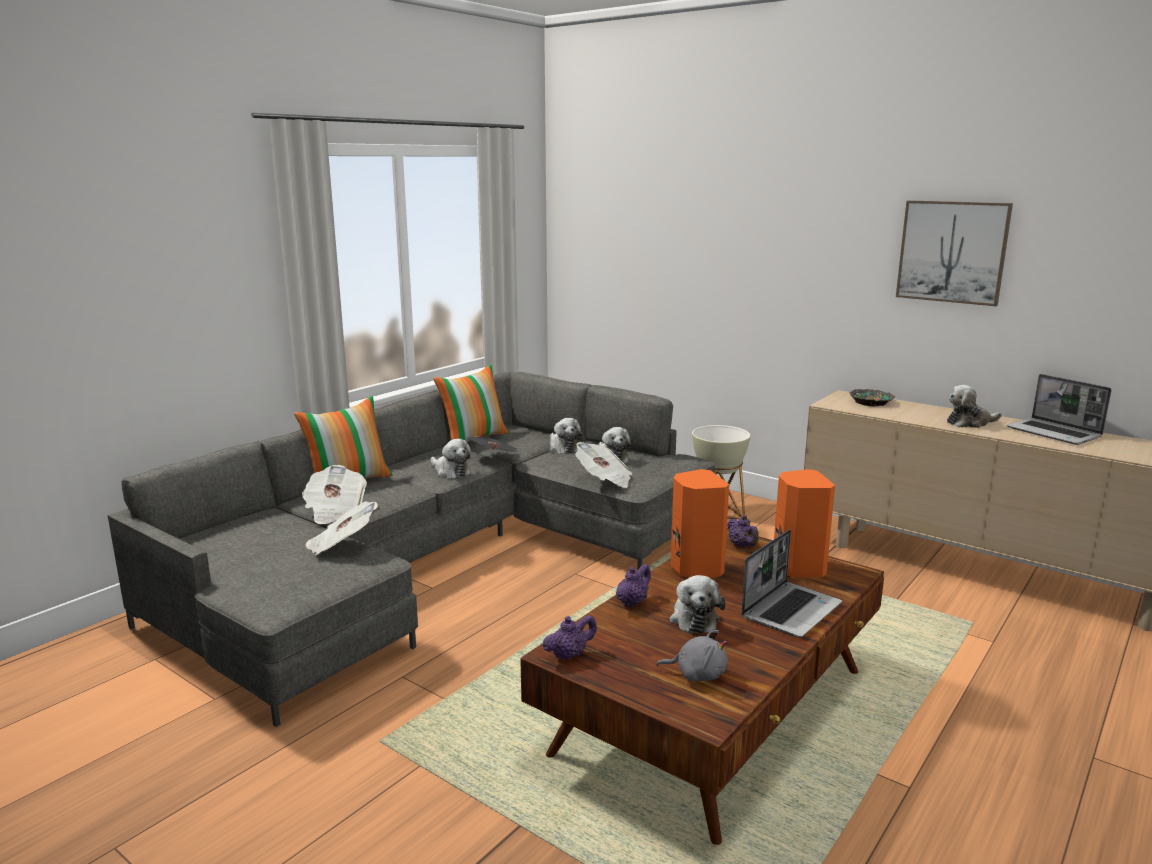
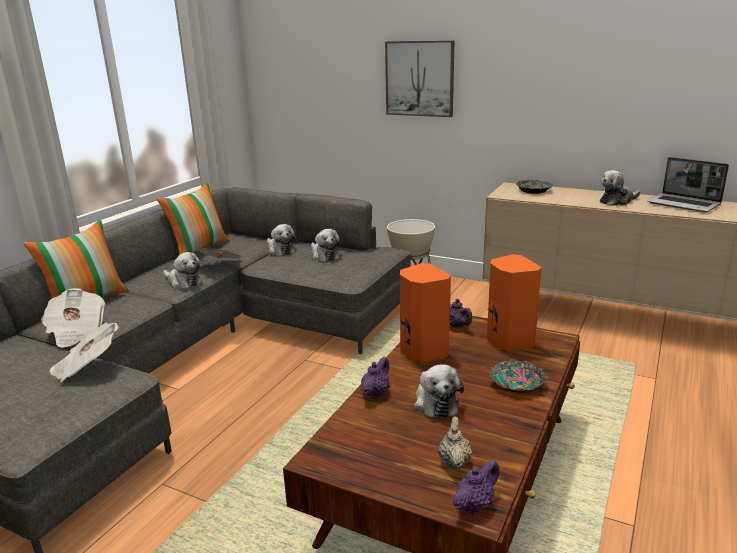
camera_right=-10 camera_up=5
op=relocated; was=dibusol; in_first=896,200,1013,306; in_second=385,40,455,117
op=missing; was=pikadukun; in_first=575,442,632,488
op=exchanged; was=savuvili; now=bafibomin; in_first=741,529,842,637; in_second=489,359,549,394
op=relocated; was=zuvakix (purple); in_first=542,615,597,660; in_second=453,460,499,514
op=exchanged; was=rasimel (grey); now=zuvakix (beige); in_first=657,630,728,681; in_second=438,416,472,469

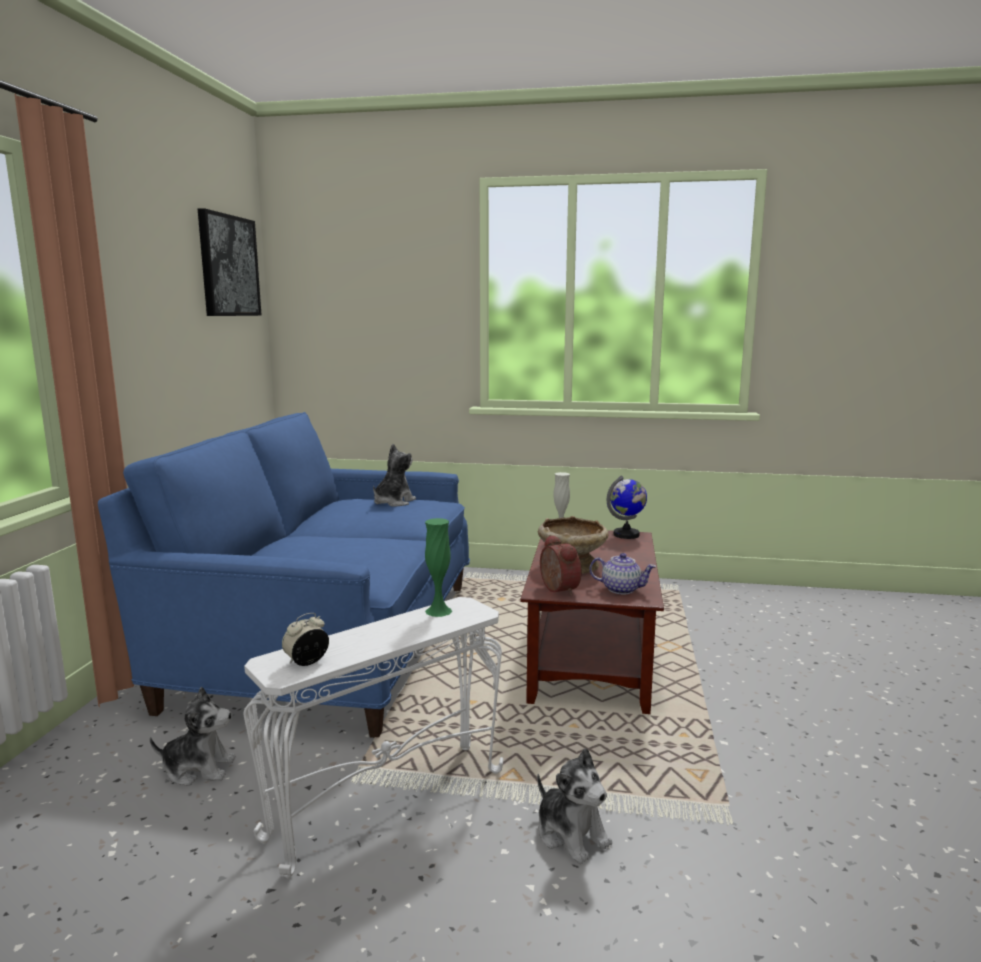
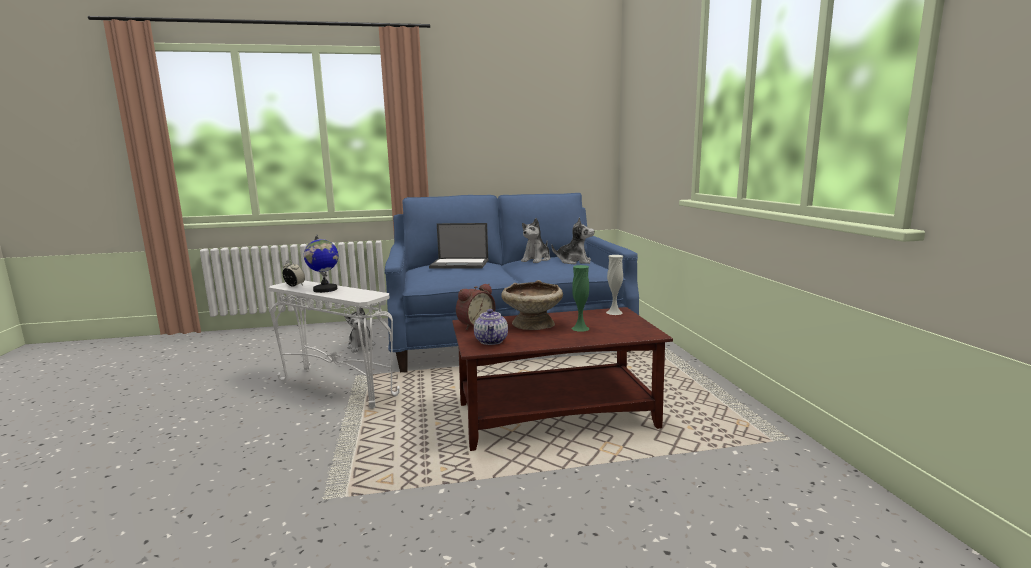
camera_right=70 camera_up=0
op=missing; was=dibusol; in_first=198,208,262,316
op=relocated; was=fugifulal; in_first=607,475,647,539; in_second=304,234,338,293
op=relocated; was=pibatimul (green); in_first=425,518,452,617; in_second=572,265,590,332
op=relocated; was=rasimel; in_first=537,748,612,864; in_second=521,218,550,263
op=appeared; now=savuvili; in_second=429,223,488,269

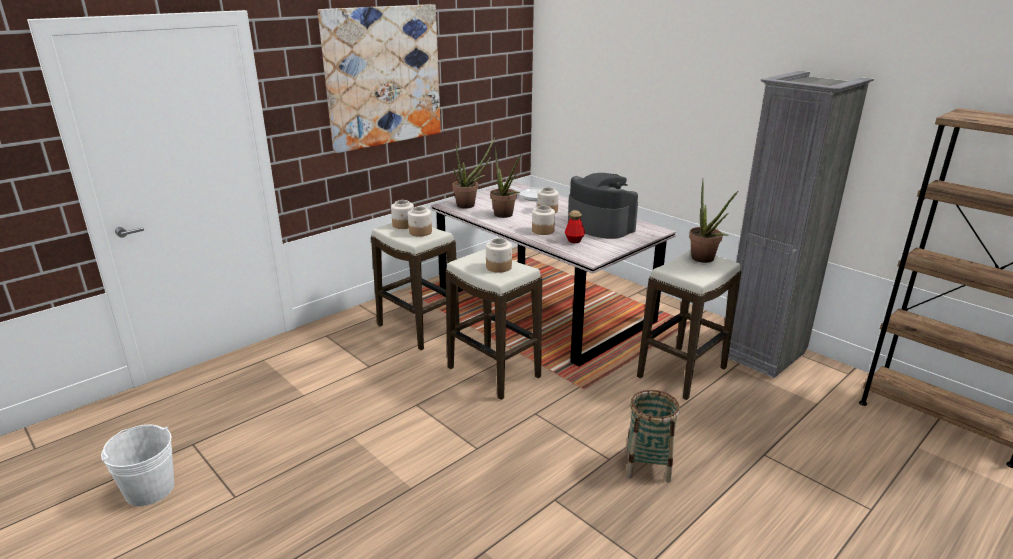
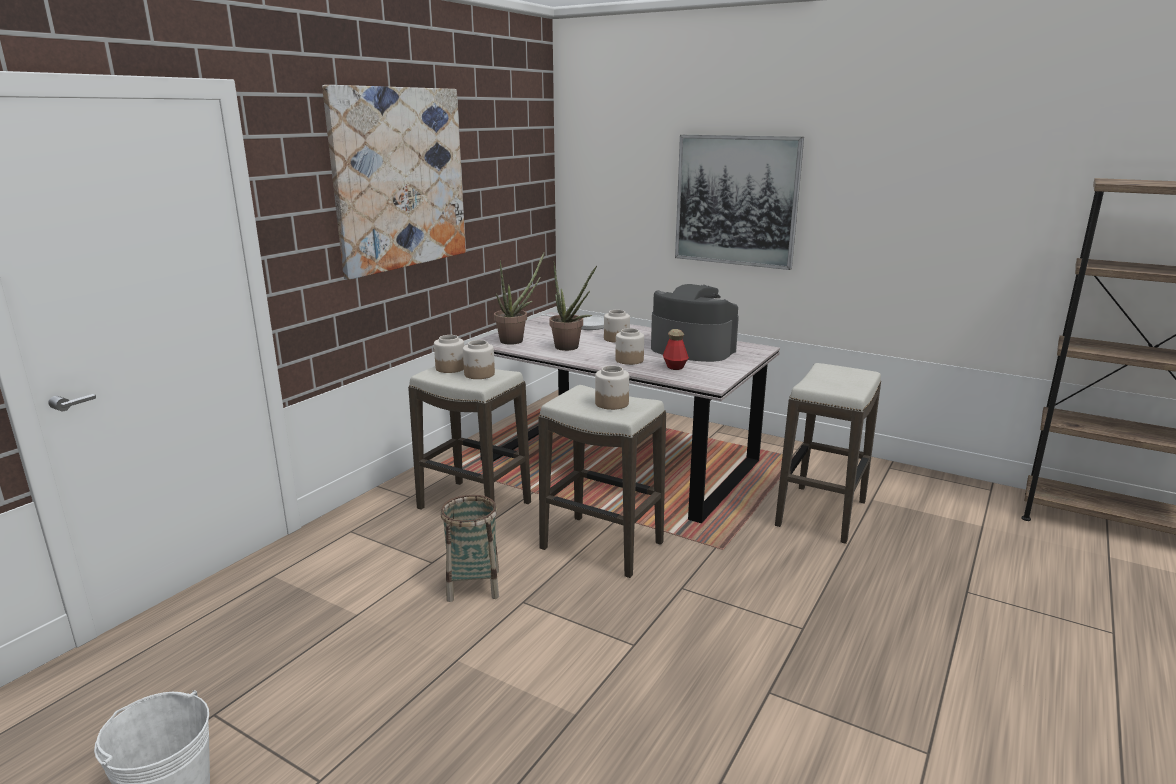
camera_right=-15 camera_up=-5
op=missing; was=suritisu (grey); in_first=721,71,874,378
op=missing; was=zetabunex; in_first=689,181,738,263
op=relocated; was=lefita; in_first=626,390,680,483; in_second=440,495,499,602
op=appeared; now=dibusol; in_second=675,135,804,270

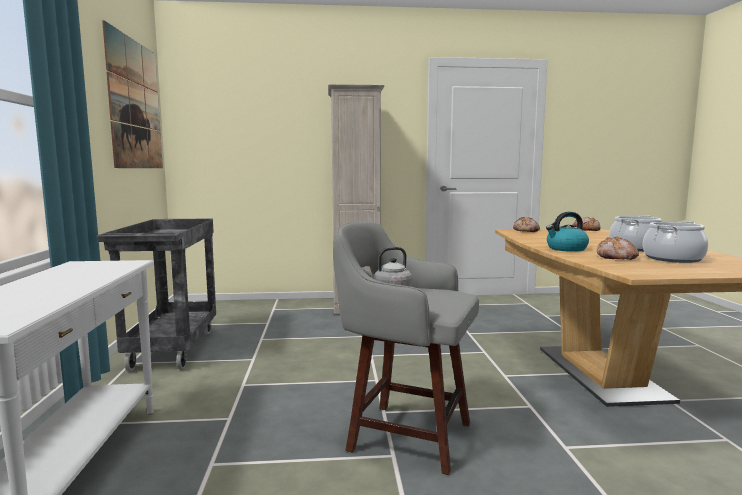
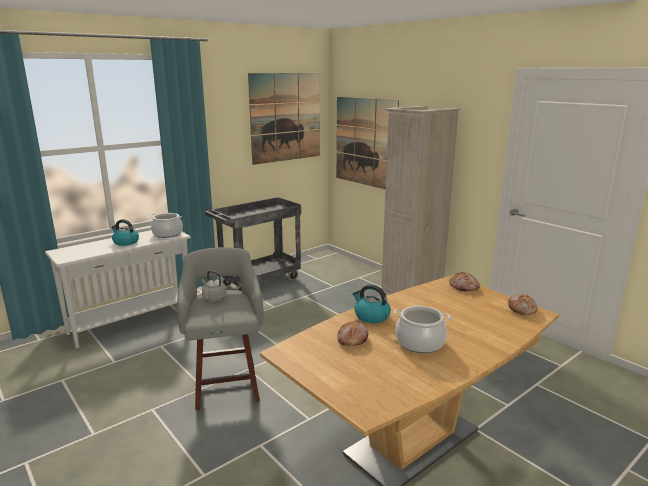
camera_right=55 camera_up=10
op=relocated; was=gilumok; in_first=643,221,708,263; in_second=150,213,183,238
op=appeared; now=dibusol; in_second=336,97,399,189
op=appeared; now=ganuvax; in_second=111,219,139,246

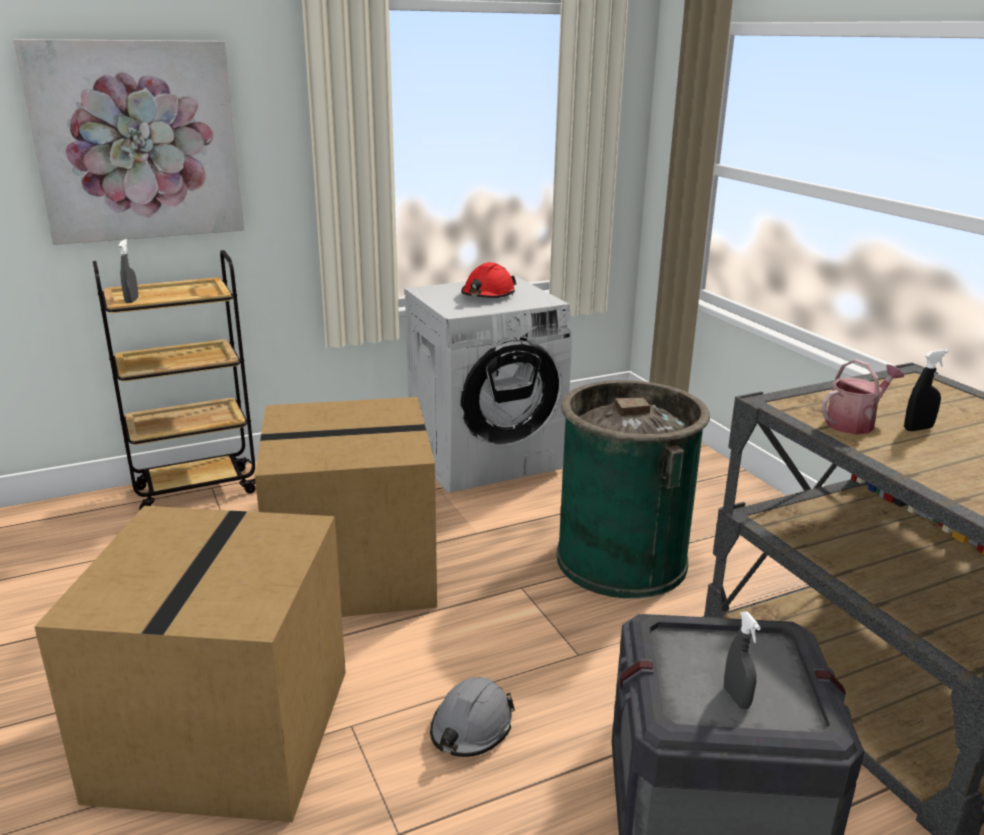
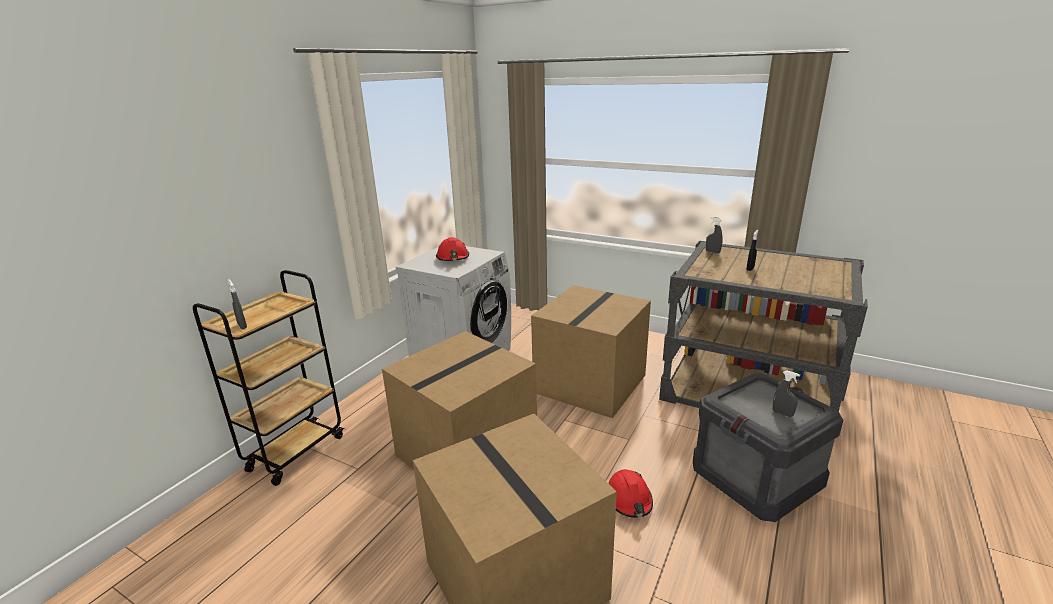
camera_right=-35 camera_up=0
op=missing; was=dibusol; in_first=13,39,244,245
op=missing; was=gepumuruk; in_first=821,359,904,435
op=exchanged; was=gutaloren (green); now=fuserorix; in_first=556,380,710,599; in_second=531,285,651,418
op=colour; was=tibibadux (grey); now=tibibadux (red); in_first=430,677,515,757; in_second=608,469,653,518
op=appeared; now=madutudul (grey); in_second=706,217,723,254

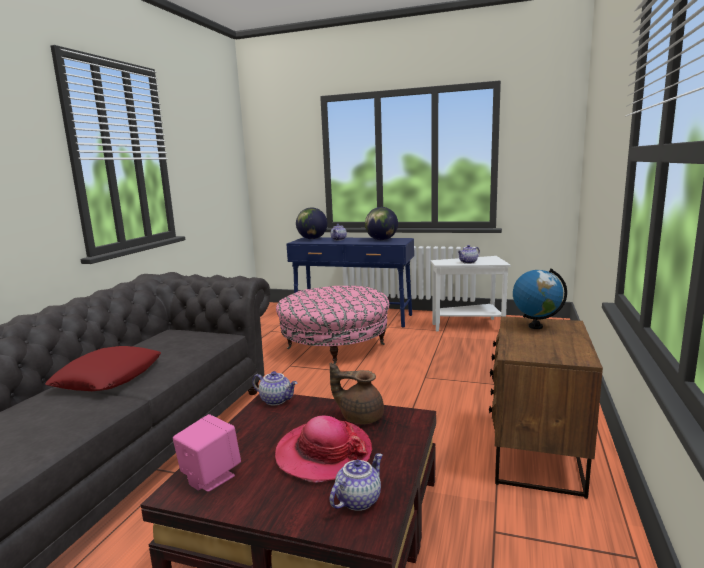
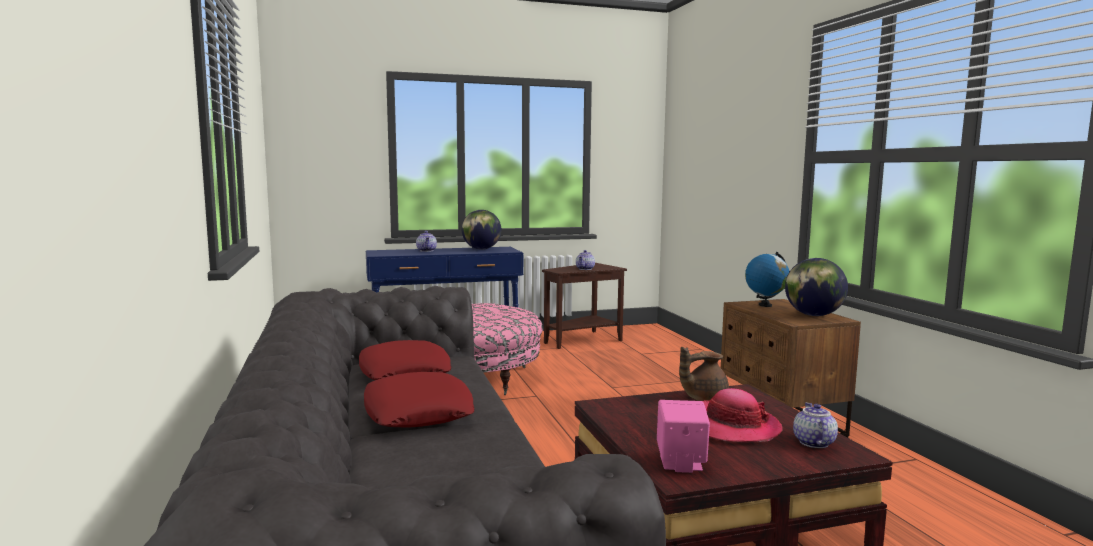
camera_right=-35 camera_up=-5
op=relocated; was=fugifulal; in_first=296,207,328,239; in_second=785,258,848,316
op=colour; was=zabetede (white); now=zabetede (brown); in_first=431,256,511,332; in_second=542,263,627,349
op=missing; was=zuvakix; in_first=252,371,297,405
op=appeared; now=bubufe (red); in_second=359,340,451,380

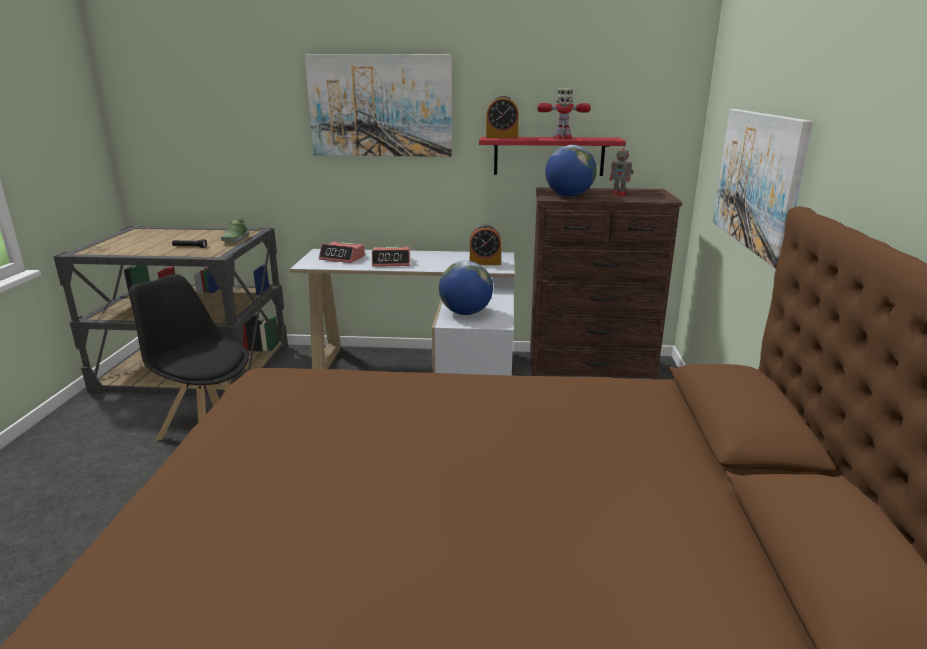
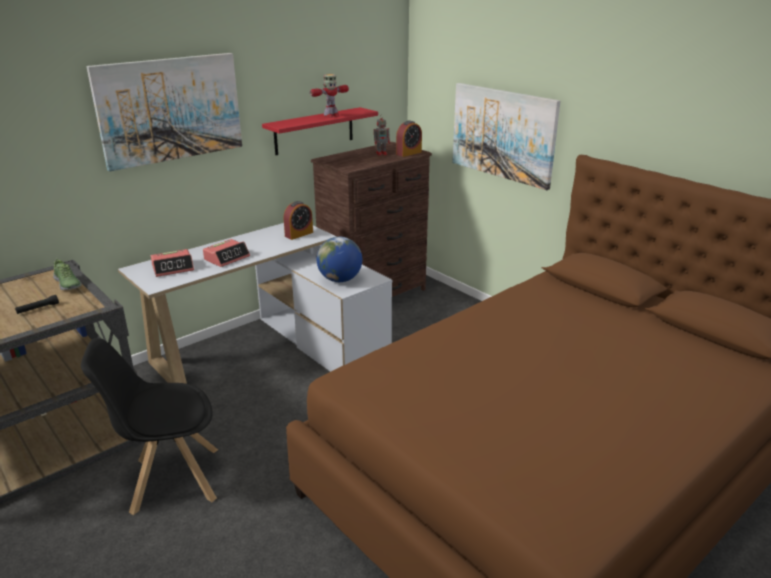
camera_right=-45 camera_up=5
op=relocated; was=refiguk; in_first=486,95,519,138; in_second=396,121,422,157
op=missing; was=fugifulal; in_first=545,145,597,197

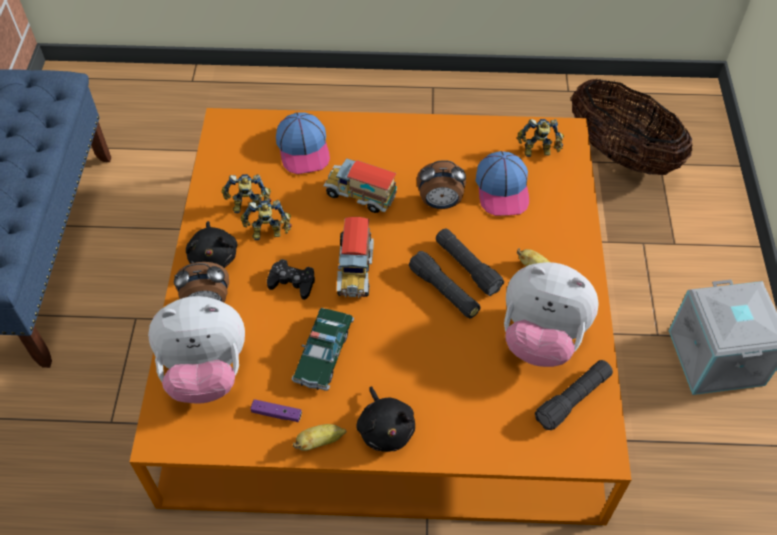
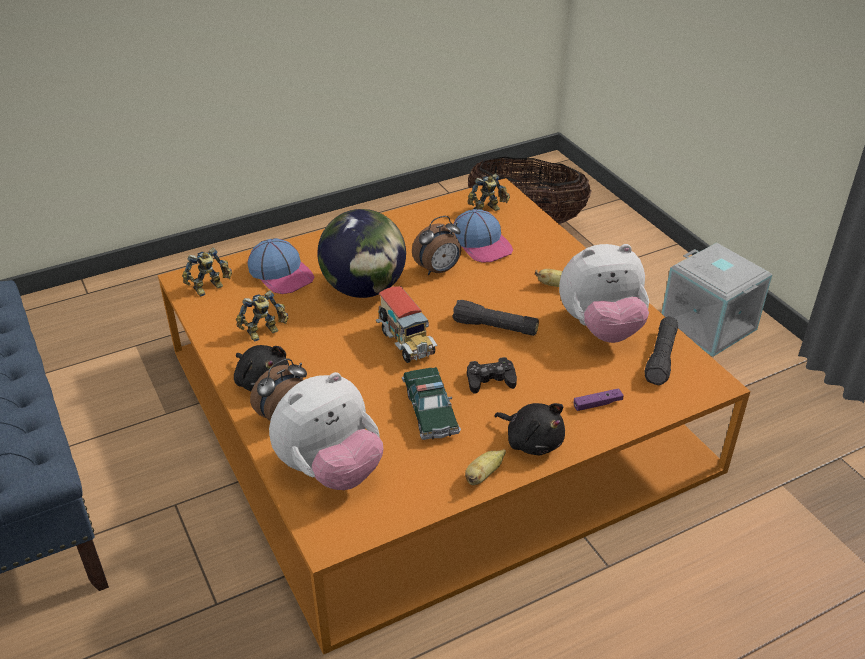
camera_right=-30 camera_up=-15
op=exchanged; was=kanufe; now=fugifulal; in_first=323,158,397,213; in_second=317,209,406,298
op=relocated; was=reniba; in_first=241,200,292,240; in_second=182,248,232,296
op=missing; was=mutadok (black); in_first=436,228,504,296
op=relocated; was=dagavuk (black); in_first=267,259,315,300; in_second=467,357,517,394
op=relocated; was=dagavuk (purple); in_first=250,399,302,422; in_second=574,388,624,411

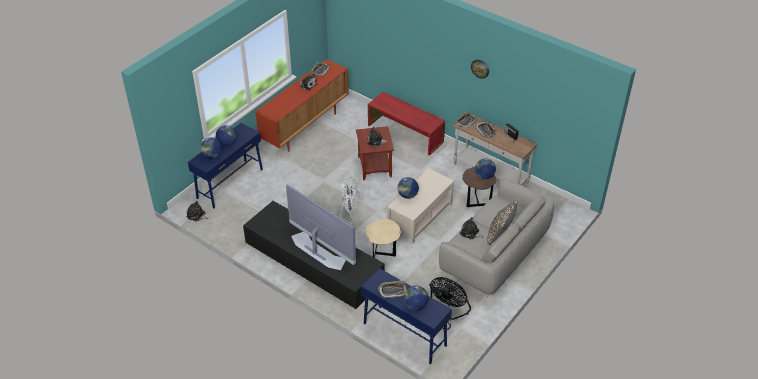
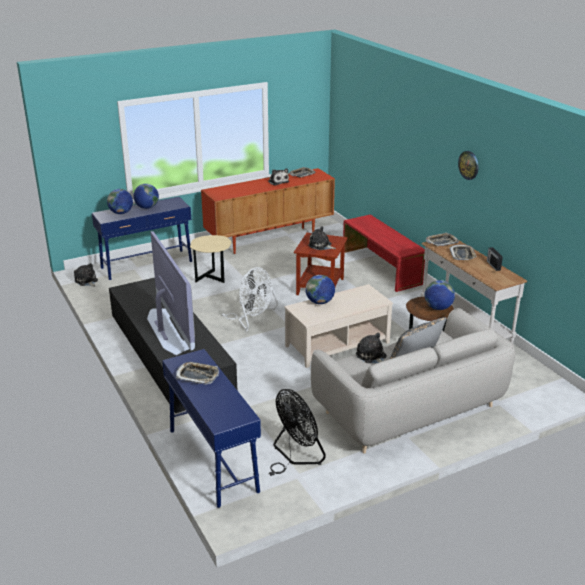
camera_right=25 camera_up=-15
op=relocated; was=zabetede (beige); in_first=365,219,401,258; in_second=190,235,232,283
op=missing; was=fugifulal; in_first=404,286,428,310

